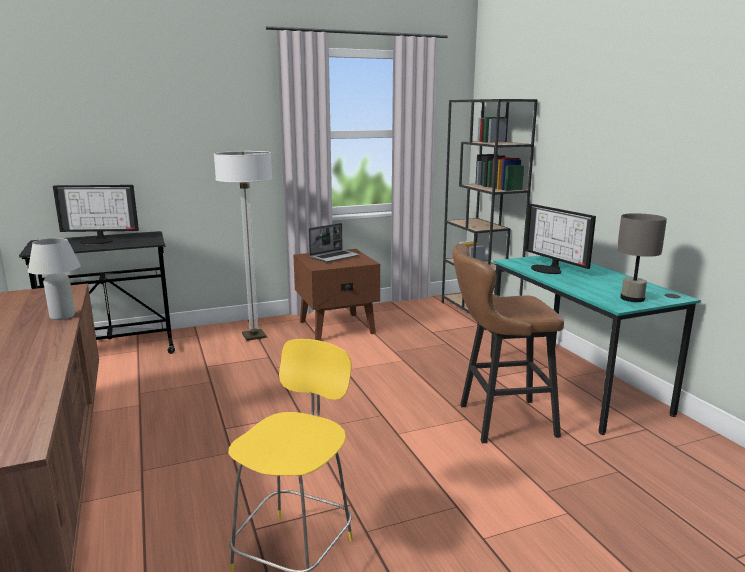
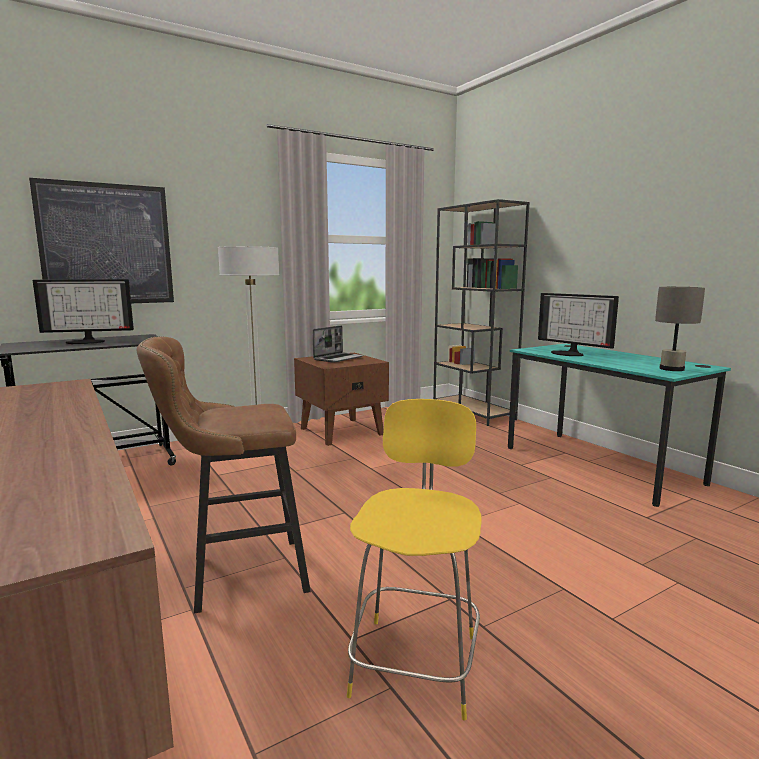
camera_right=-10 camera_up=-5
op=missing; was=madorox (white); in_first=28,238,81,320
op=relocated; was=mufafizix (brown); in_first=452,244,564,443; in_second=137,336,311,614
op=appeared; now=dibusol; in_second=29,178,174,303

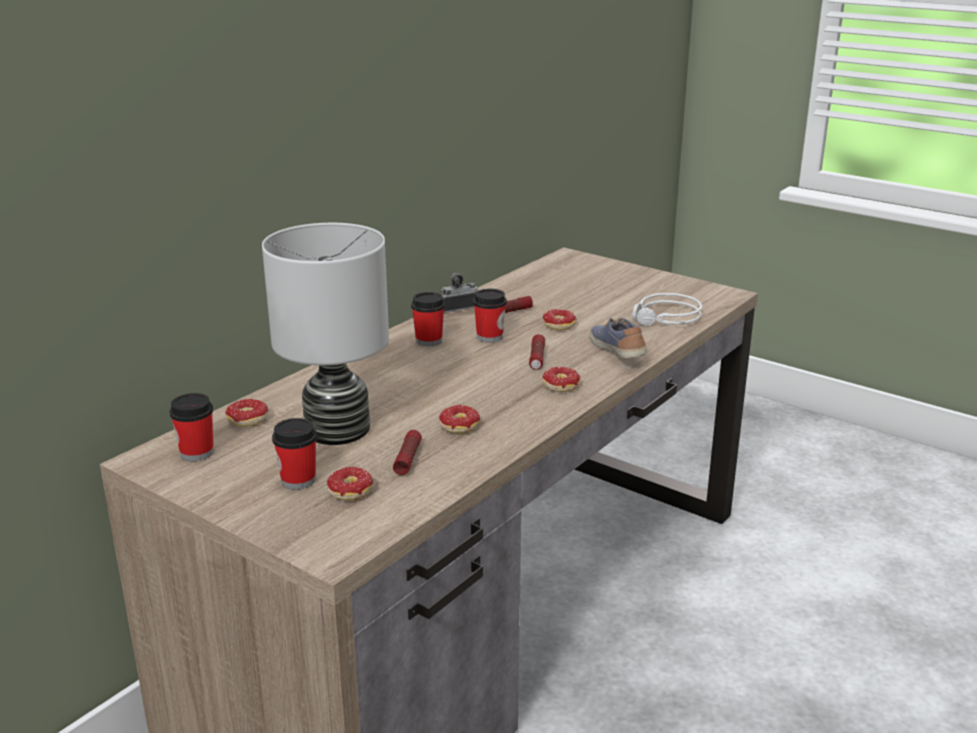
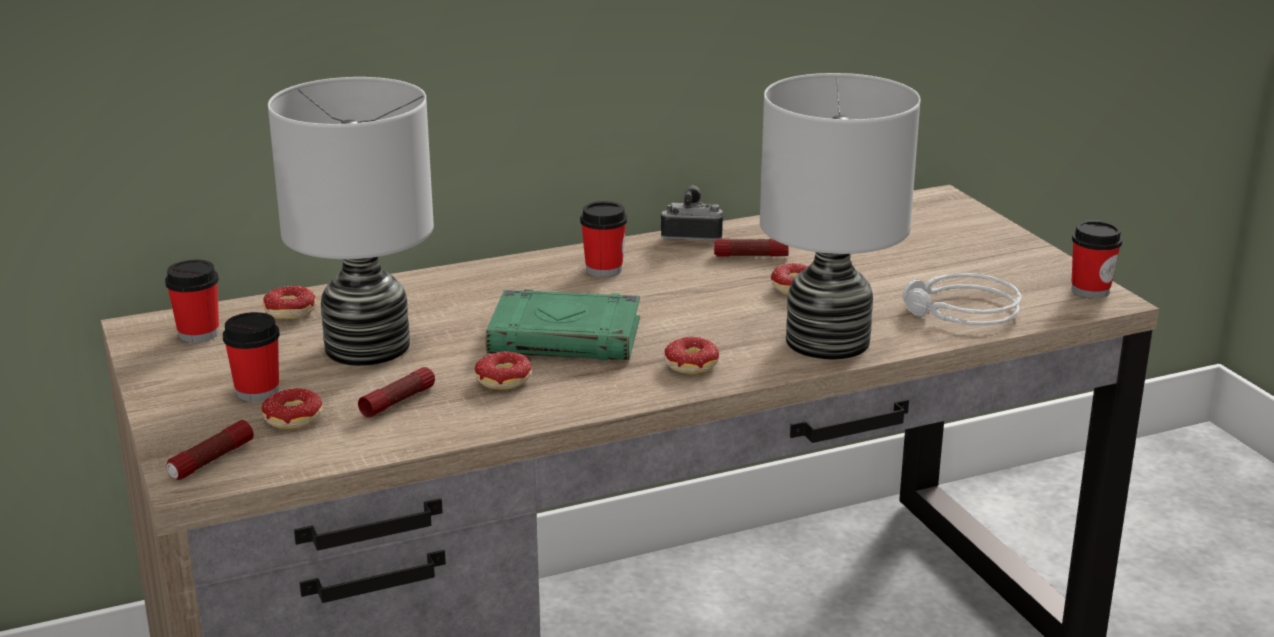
camera_right=30 camera_up=0
op=relocated; was=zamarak; in_first=473,289,507,343; in_second=1071,220,1122,299
op=exchanged; was=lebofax; now=madorox (grey); in_first=589,318,647,358; in_second=760,73,921,359
op=relocated; was=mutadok; in_first=529,334,545,370; in_second=166,420,254,480
op=appeared; now=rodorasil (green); in_second=485,289,640,361

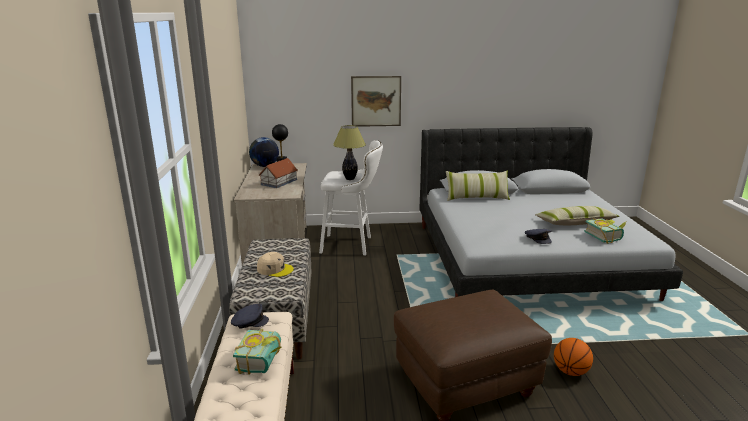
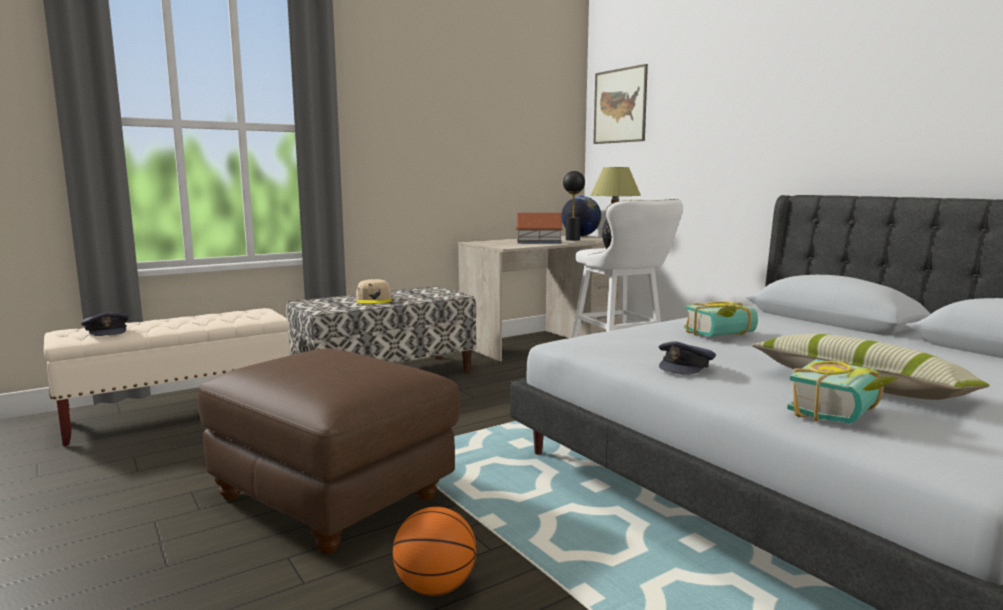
camera_right=60 camera_up=-10
op=relocated; was=dibusol; in_first=351,76,401,127; in_second=594,64,648,144
op=missing; was=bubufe; in_first=446,171,510,201
op=relocated; was=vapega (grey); in_first=231,304,269,329; in_second=81,312,129,336
op=relocated; was=rodorasil; in_first=233,329,281,375; in_second=684,301,758,337

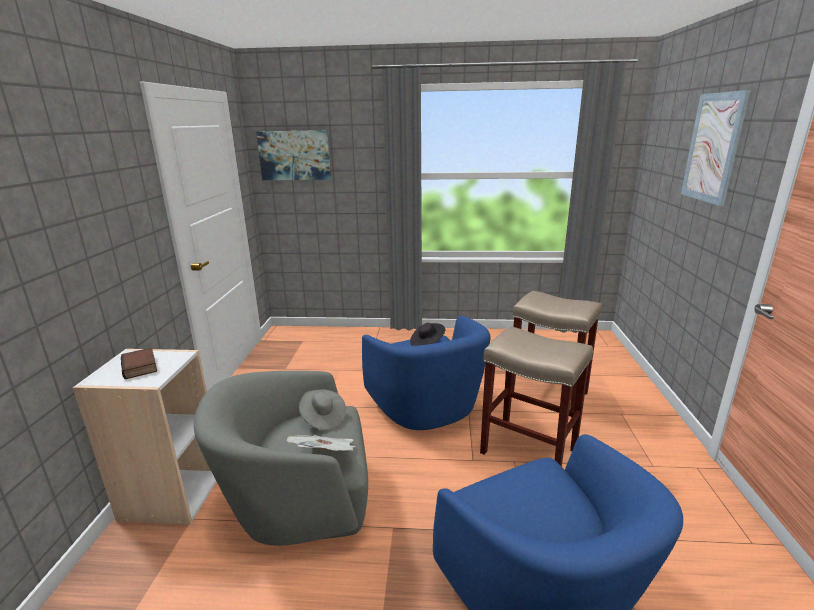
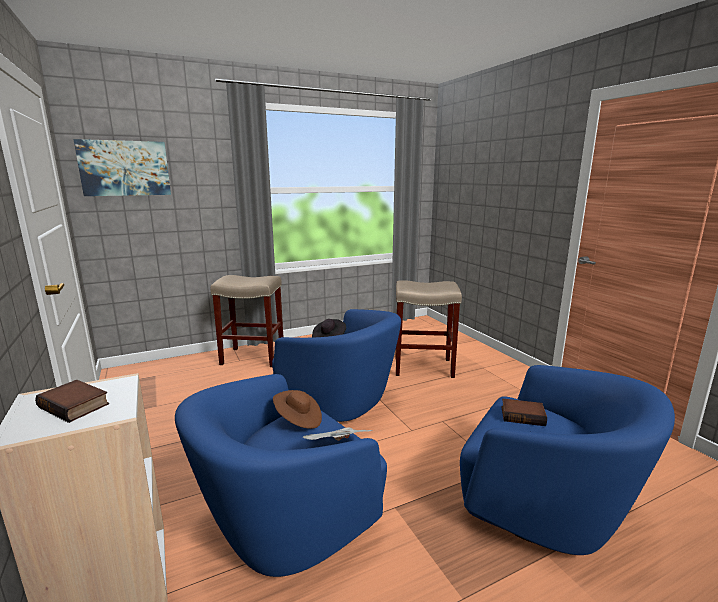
camera_right=-30 camera_up=-5
op=missing; was=dibusol; in_first=681,90,751,206
op=relocated; was=mufafizix (beige); in_first=480,327,593,467; in_second=211,275,283,367
op=colour; was=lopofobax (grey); now=lopofobax (blue); in_first=194,371,368,546; in_second=175,374,387,577
op=colour; was=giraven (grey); now=giraven (brown); in_first=299,389,346,431; in_second=273,390,322,429
op=appeared; now=rodorasil; in_second=501,399,547,426

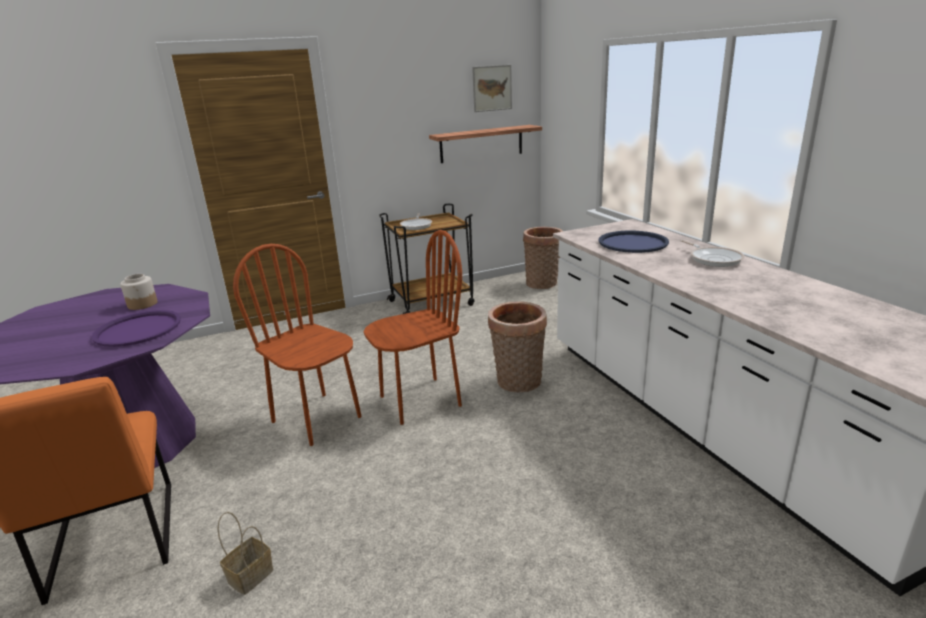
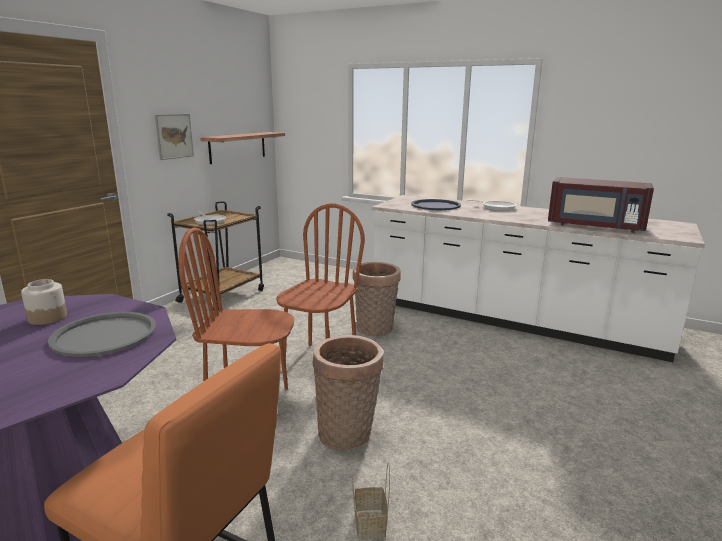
camera_right=-40 camera_up=-5
op=relocated; was=dibusol; in_first=472,65,512,112; in_second=155,114,194,160
op=relocated; was=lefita; in_first=523,227,563,289; in_second=312,335,384,450
op=colour; was=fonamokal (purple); now=fonamokal (grey); in_first=92,310,181,347; in_second=48,312,156,357
op=appeared; now=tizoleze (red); in_second=548,177,654,233

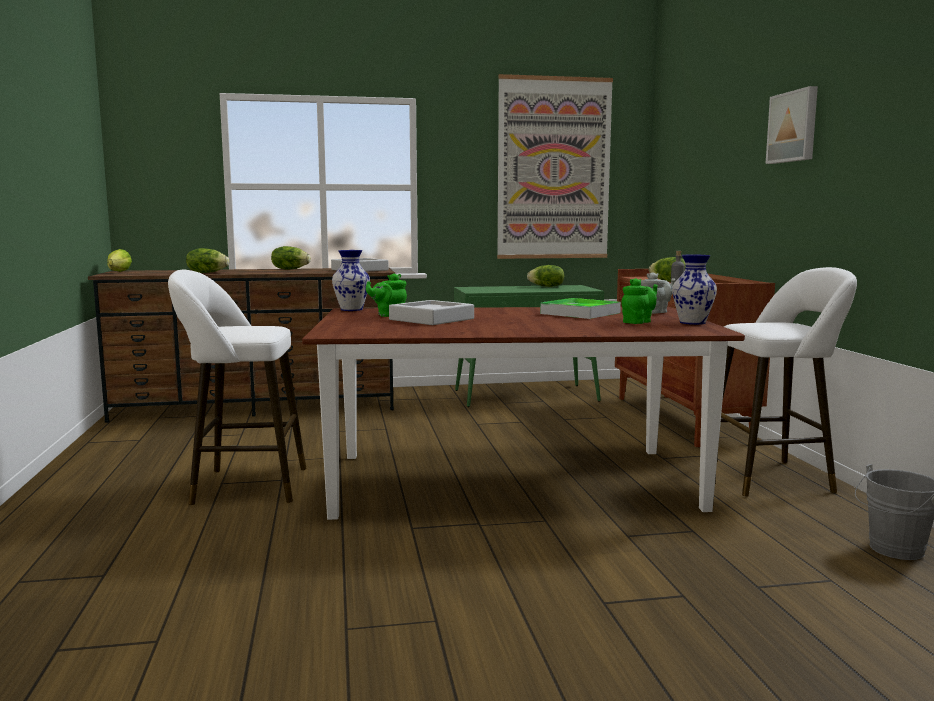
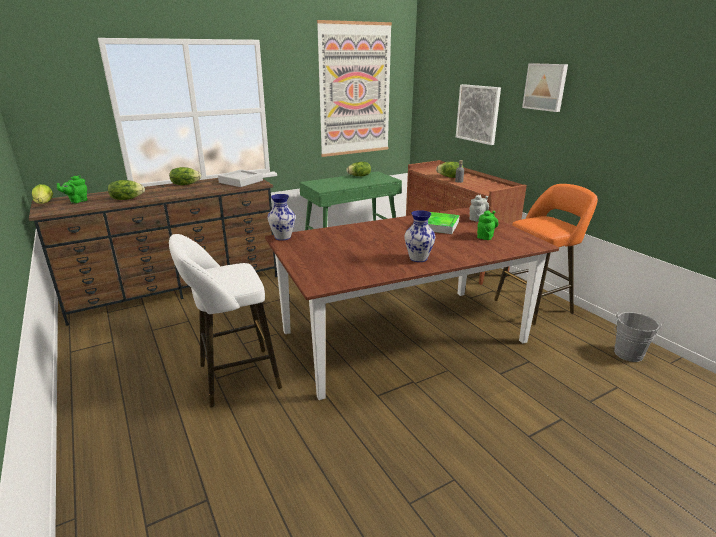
camera_right=-20 camera_up=15
op=relocated; was=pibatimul; in_first=672,255,717,325; in_second=405,210,435,262
op=colour; was=mufafizix (white); now=mufafizix (orange); in_first=721,267,857,496; in_second=494,184,598,325
op=relocated; was=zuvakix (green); in_first=366,273,407,317; in_second=57,175,87,203
op=missing; was=fonamokal (grey); in_first=389,300,474,325
op=appeared; now=dibusol; in_second=456,84,501,145

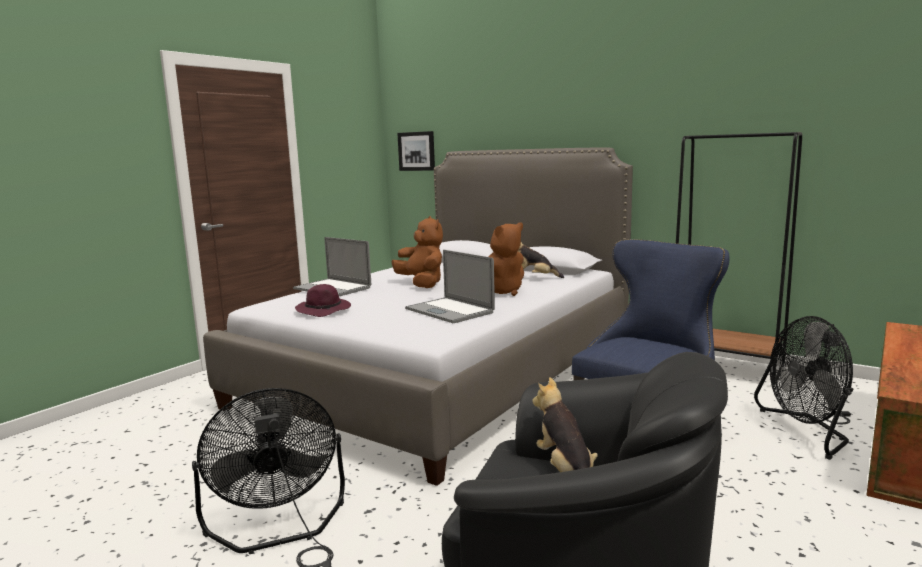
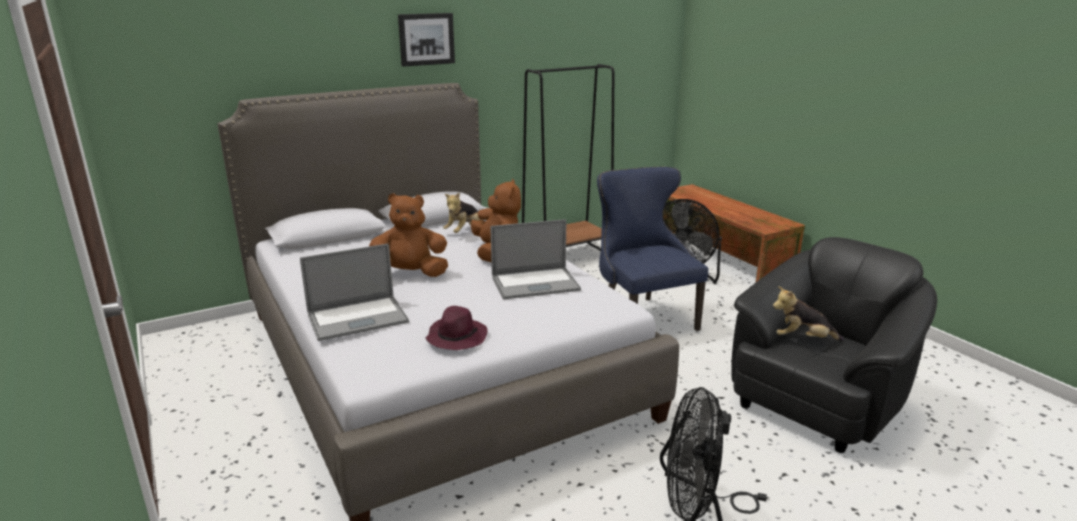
camera_right=-65 camera_up=10
op=relocated; was=dibusol; in_first=397,131,435,171; in_second=398,13,455,67

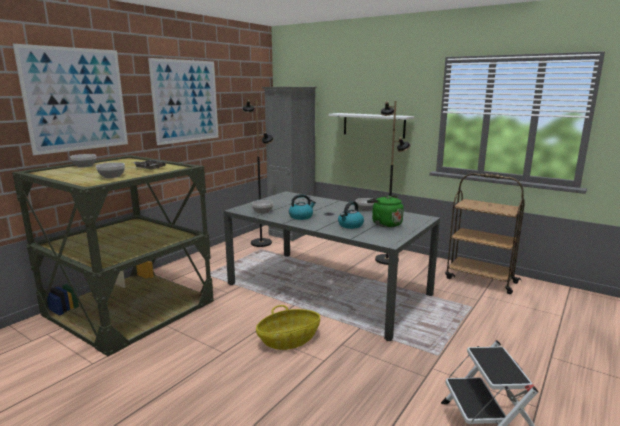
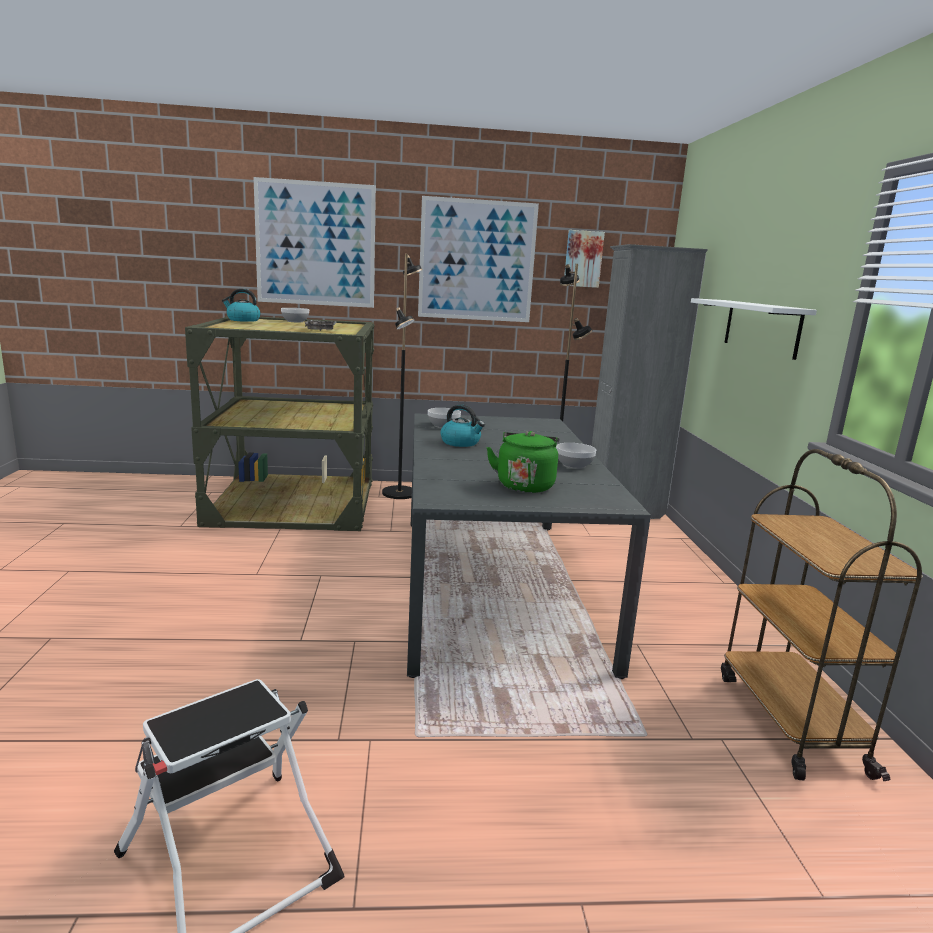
camera_right=50 camera_up=0
op=relocated; was=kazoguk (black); in_first=375,101,411,265; in_second=382,254,422,499
op=missing; was=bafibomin; in_first=96,162,125,178
op=relocated; was=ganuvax; in_first=338,201,364,229; in_second=222,289,261,322
op=missing; was=lefita; in_first=256,305,320,350
op=appeared; now=dibusol; in_second=564,230,605,288

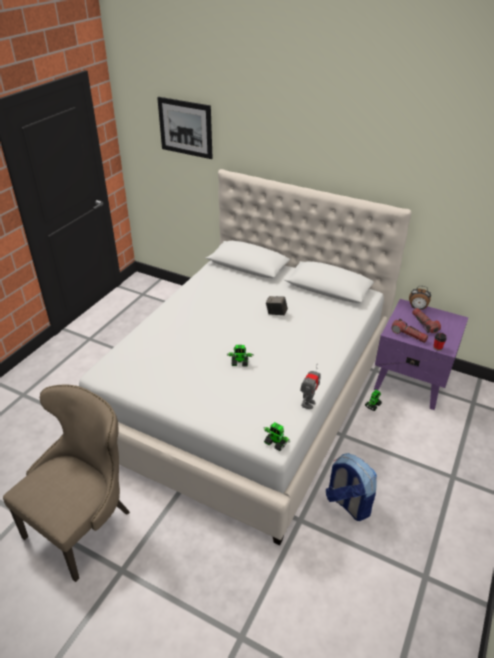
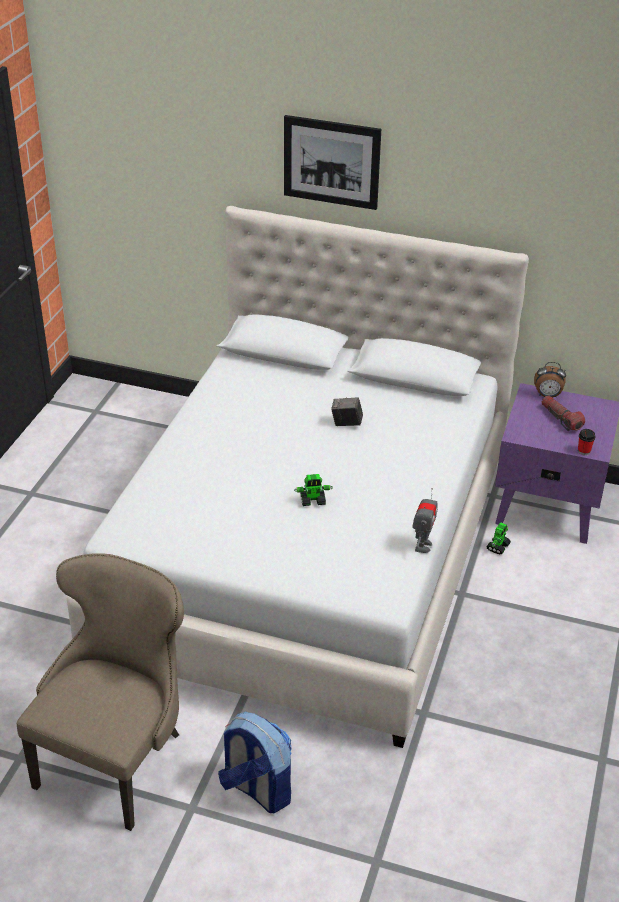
camera_right=-10 camera_up=0
op=relocated; was=dibusol; in_first=157,97,213,159; in_second=284,115,381,210
op=missing; was=mutadok; in_first=392,319,428,343
op=missing; was=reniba; in_first=264,422,290,451
op=relocated; was=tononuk; in_first=326,453,377,521; in_second=218,712,292,813

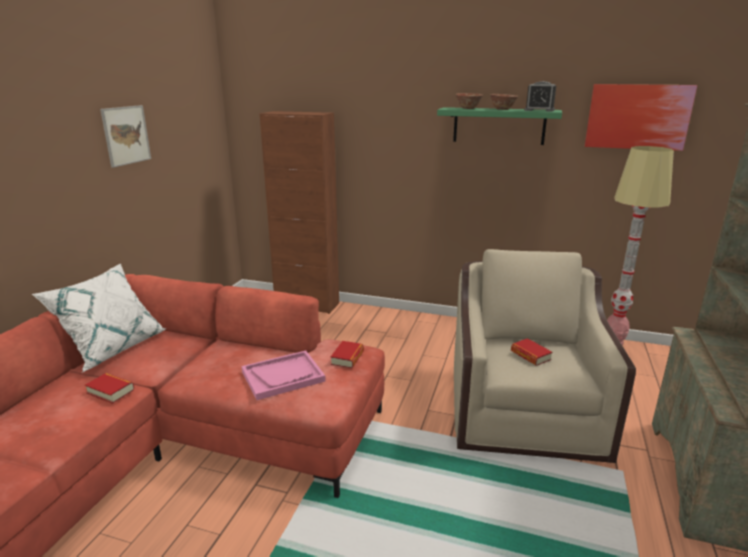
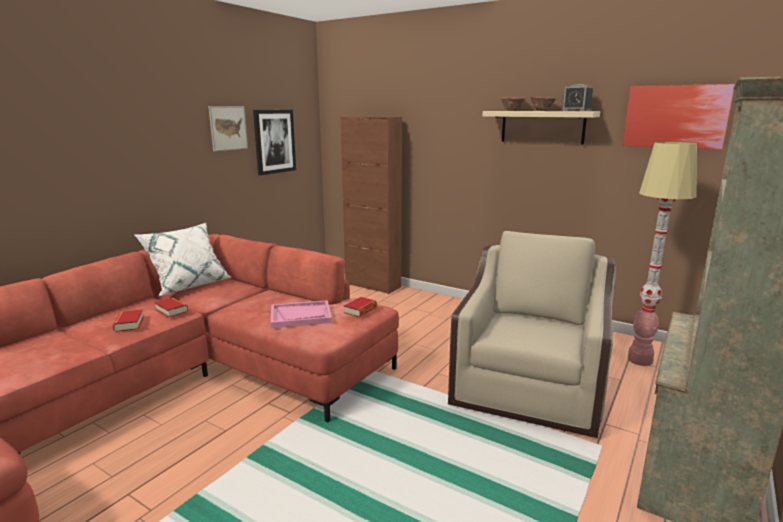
camera_right=15 camera_up=-5
op=colour; was=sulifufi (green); now=sulifufi (beige); in_first=437,107,562,145; in_second=482,111,600,145
op=relocated; was=rodorasil; in_first=511,338,552,366; in_second=113,310,144,332
op=appeared; now=dibusol; in_second=253,110,296,175

